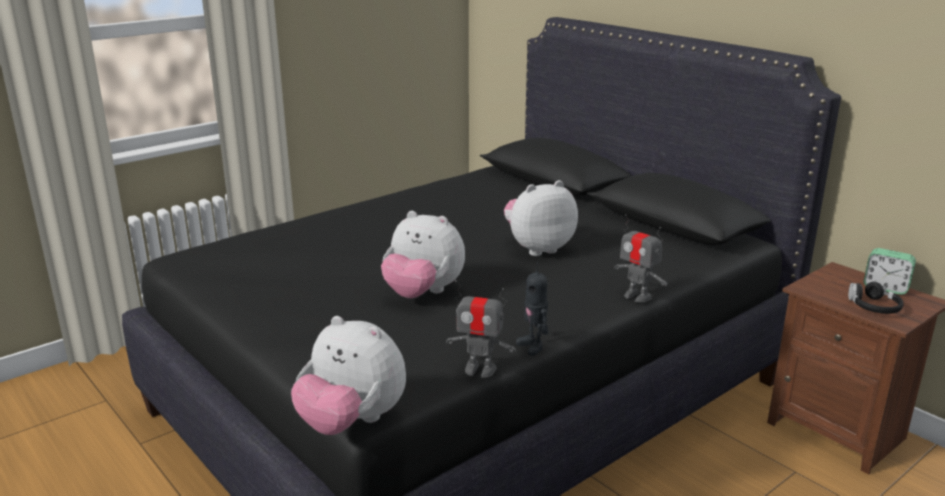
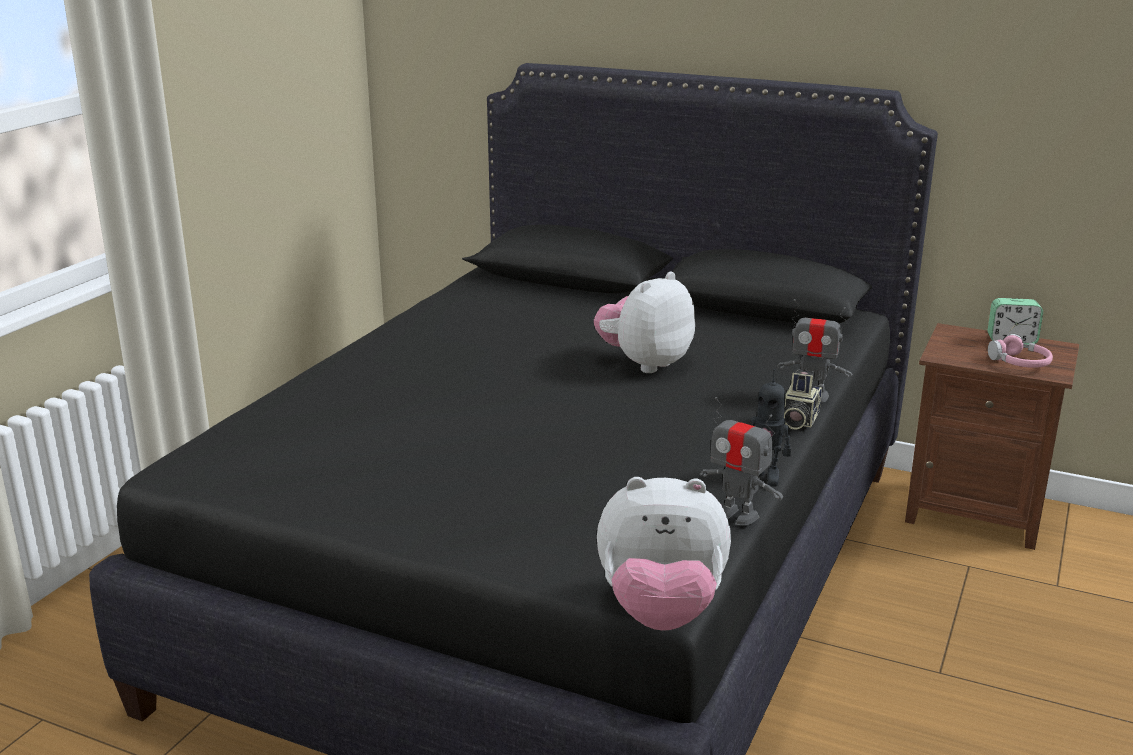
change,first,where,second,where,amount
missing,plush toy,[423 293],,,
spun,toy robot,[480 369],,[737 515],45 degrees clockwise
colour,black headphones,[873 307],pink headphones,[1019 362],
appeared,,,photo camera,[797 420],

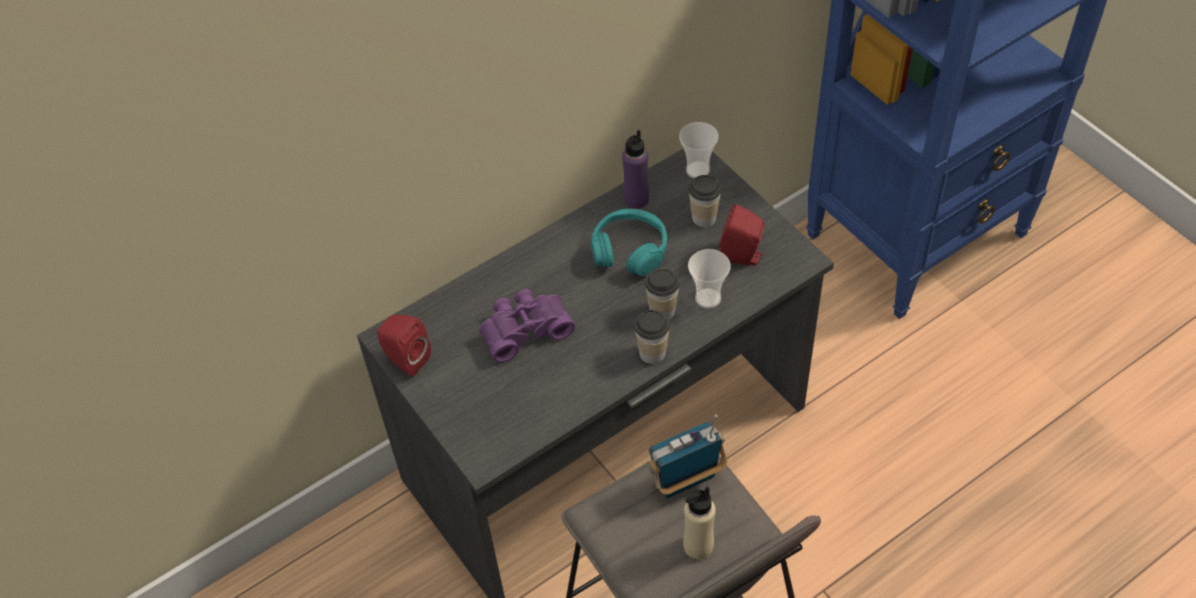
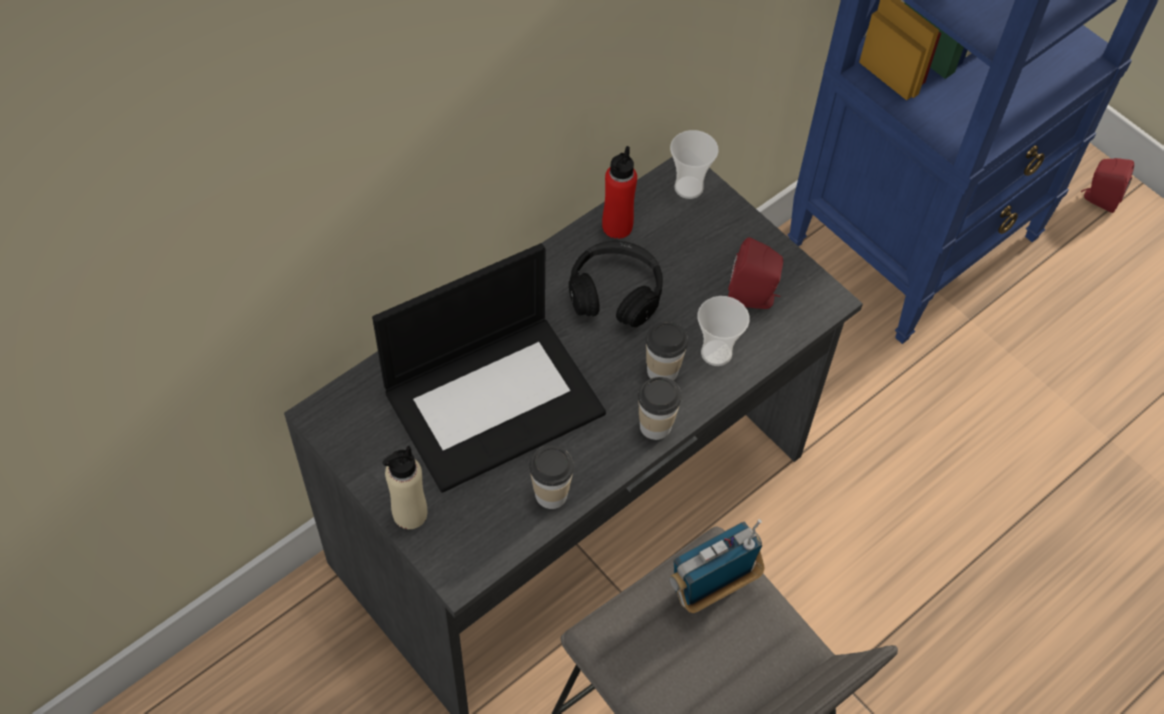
change,first,where,second,where,amount
colour,purple bottle,[636 199],red bottle,[617 226],
relocated,cup,[704 218],,[551 494],
colour,turquoise headphones,[630 250],black headphones,[615 292],
exchanged,purple binoculars,[524 329],laptop,[495 399],
relocated,red speaker,[405 359],,[1099 199],
relocated,beige bottle,[698 546],,[409 513],

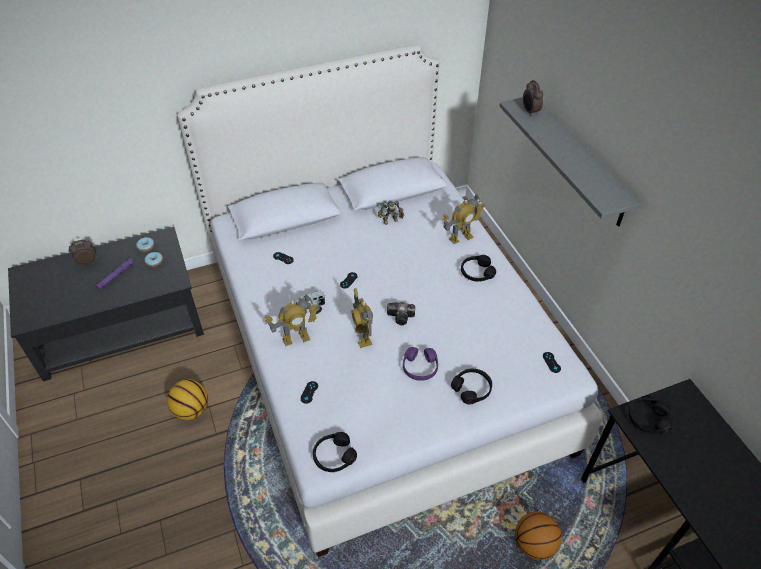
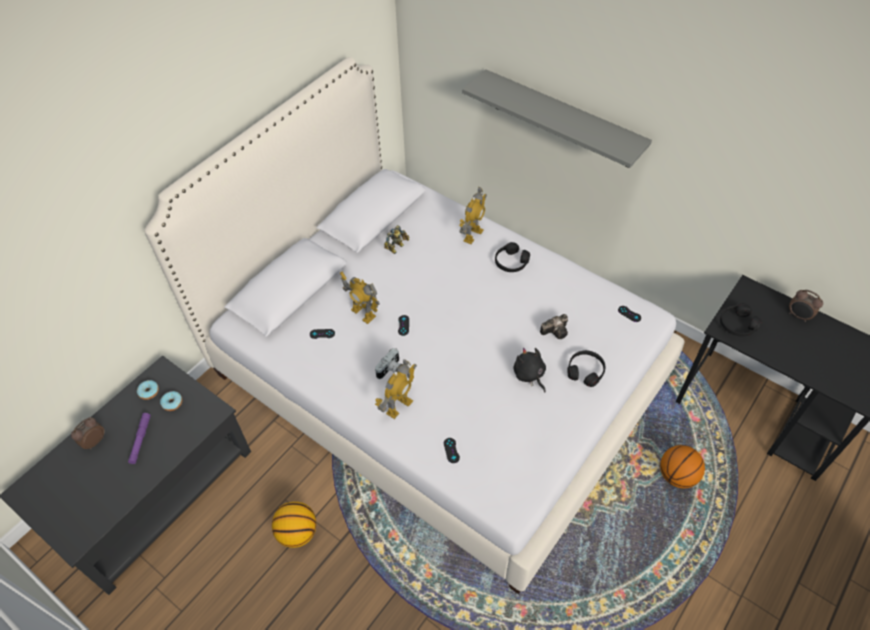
change,first,where,second,where,amount
relocated,alarm clock,[530 112],,[798 316],
relocated,toy robot,[362 336],,[363 313],
relocated,photo camera,[402 317],,[556 331],
exchanged,purple headphones,[420 367],black plush toy,[529 375],
missing,black headphones,[334 456],,,

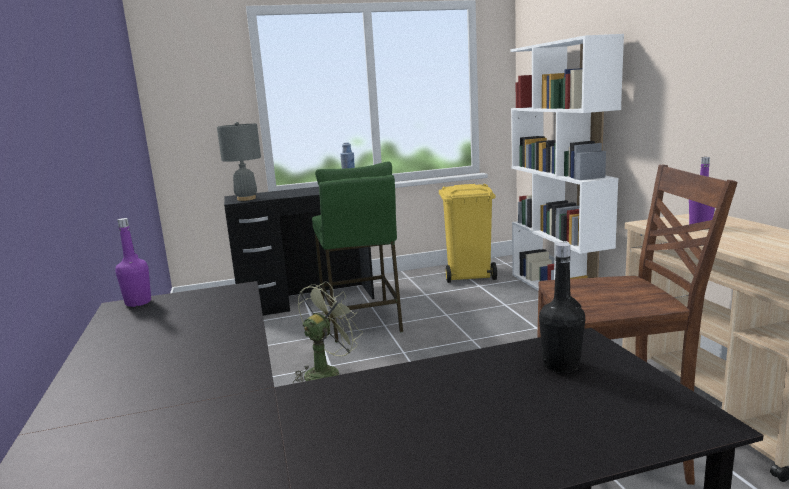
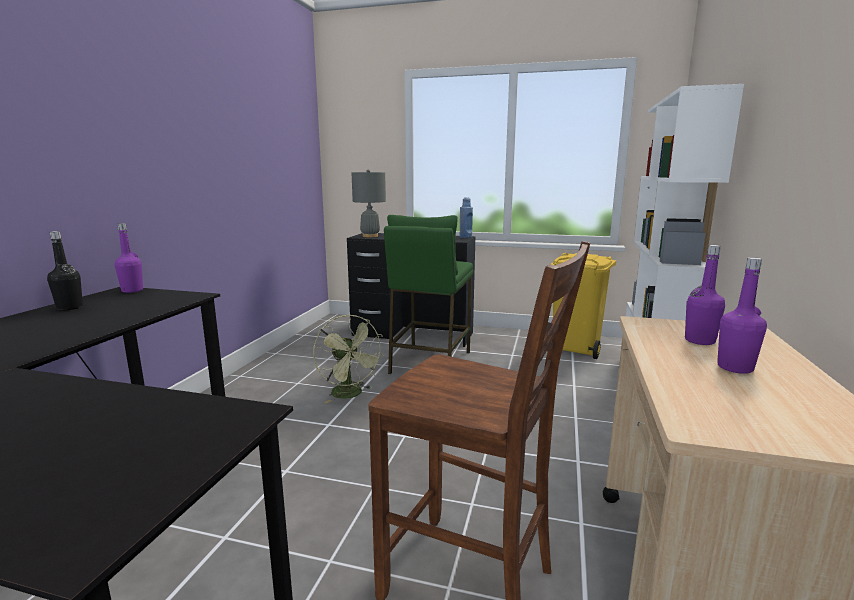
change,first,where,second,where,amount
relocated,black bottle,[561 365],,[70 307],
spun,green fan,[327 372],,[351 395],75 degrees clockwise
appeared,,,purple bottle,[735 368],

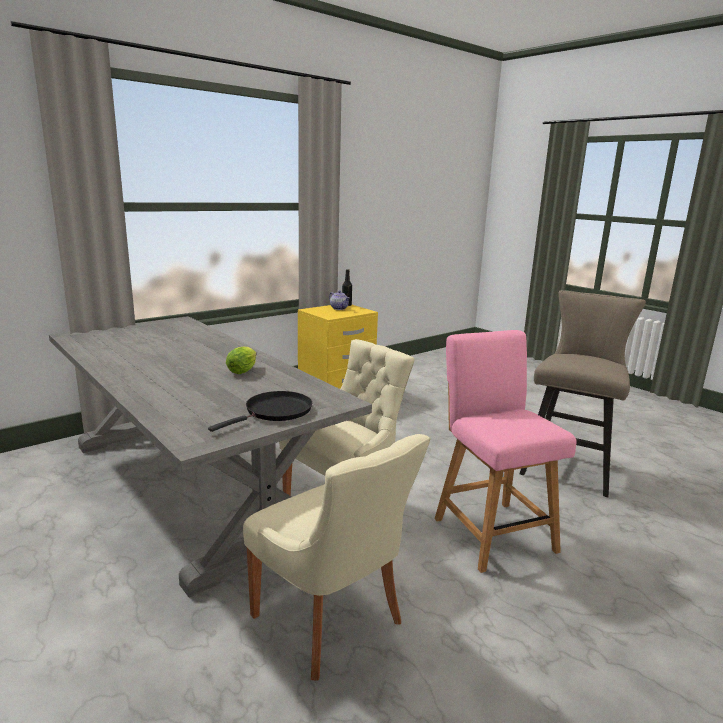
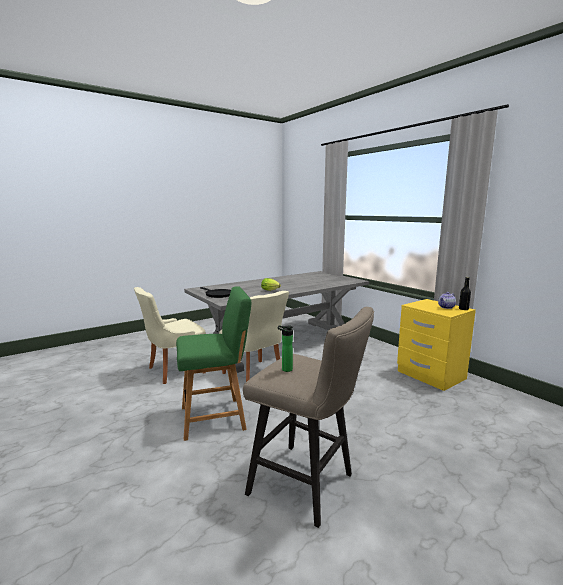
change,first,where,second,where,amount
colour,pink chair,[491 531],green chair,[216 417],
appeared,,,bottle,[285 369],

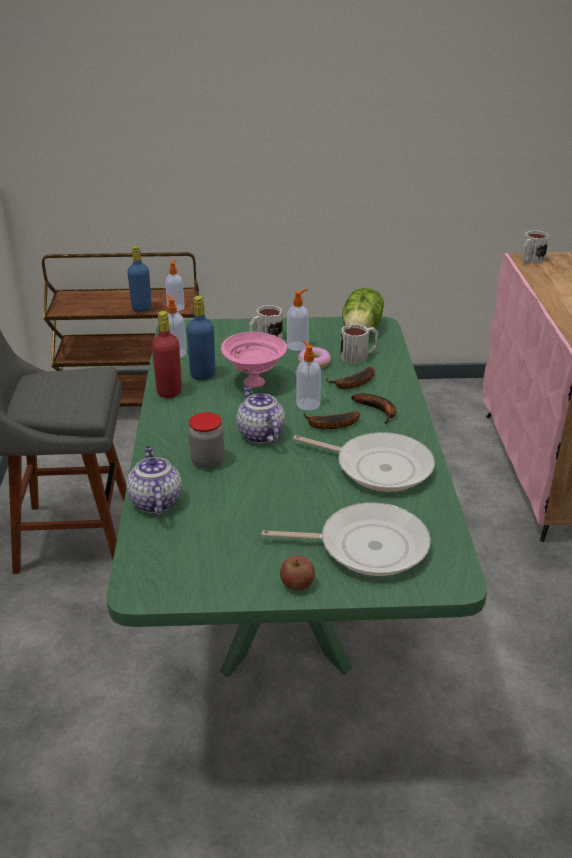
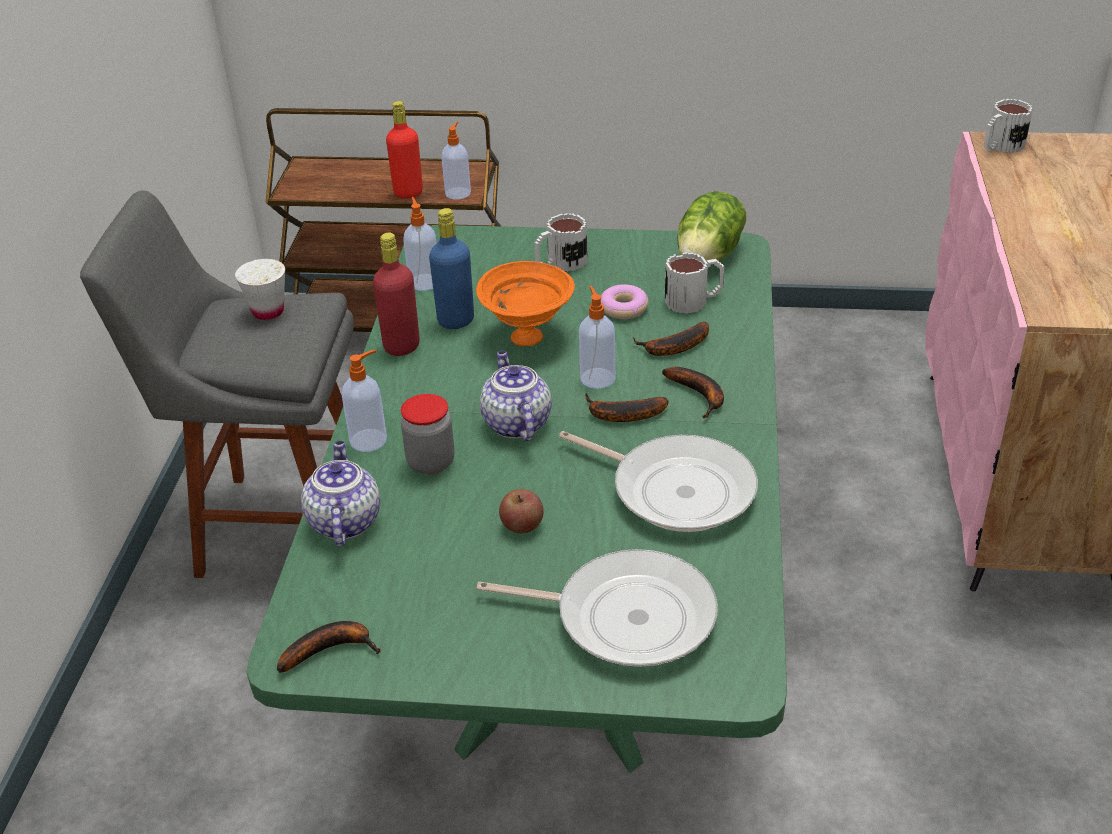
change,first,where,second,where,amount
colour,blue bottle,[142 308],red bottle,[408 193],
relocated,soap dispenser,[298 346],,[369 440],
colour,pink bowl,[254 382],orange bowl,[528 336],
relocated,apple,[297 584],,[522 525],
appeared,,,white cup,[268 311],
appeared,,,banana,[331 649],

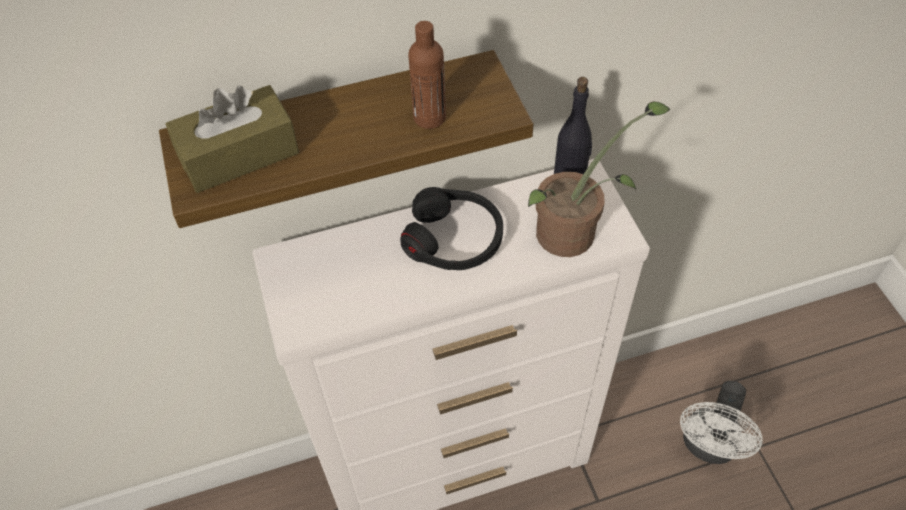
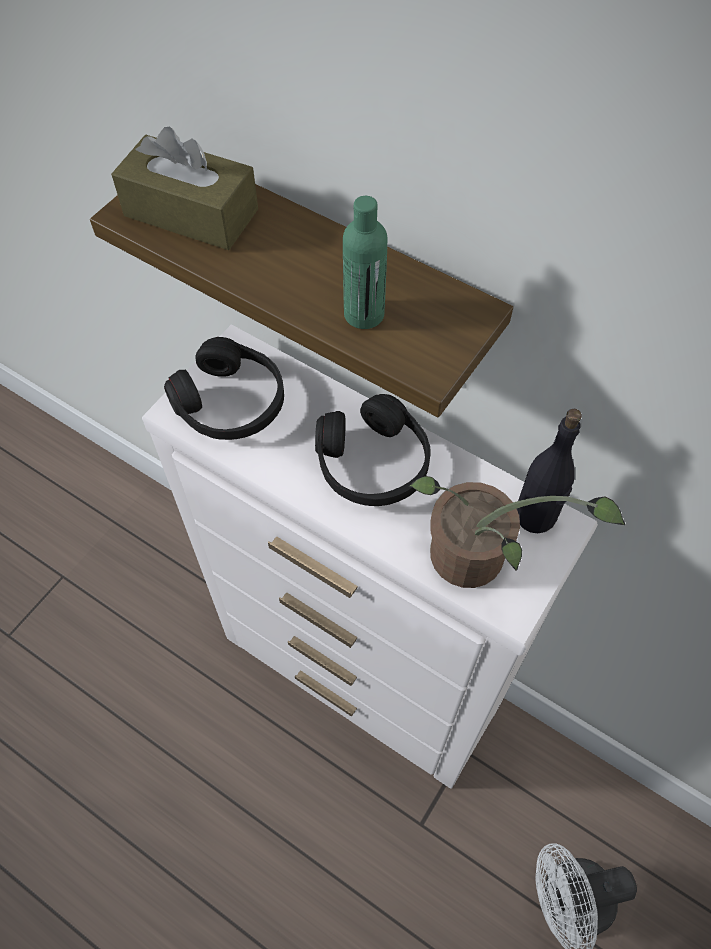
change,first,where,second,where,amount
colour,brown bottle,[429 117],green bottle,[364 314],
appeared,,,black headphones,[230 402],

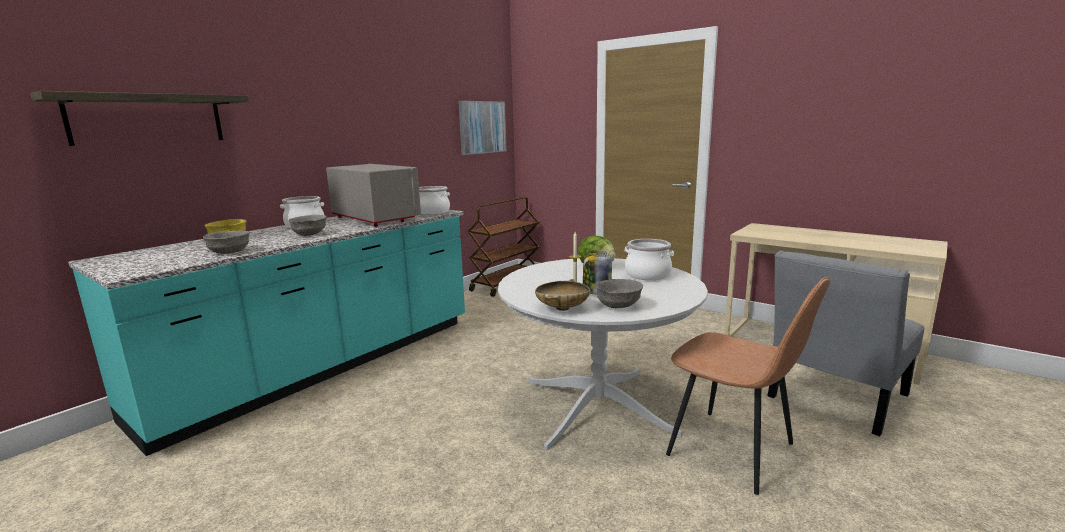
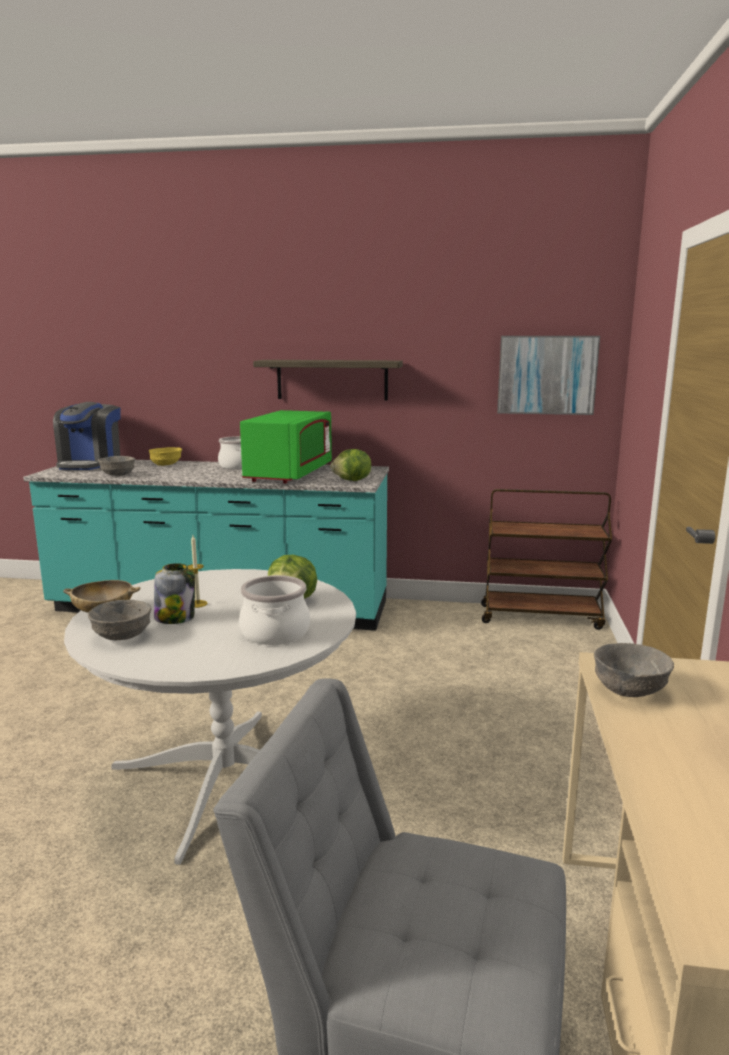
change,first,where,second,where,amount
relocated,shelf,[148 119],,[332 379],
colour,grey microwave,[375 219],green microwave,[289 474],
exchanged,cooking pot,[433 212],lettuce,[352 481],
relocated,grey bowl,[310 234],,[629 690],
missing,brown chair,[733 451],,,
appeared,,,coffee machine,[90 465],

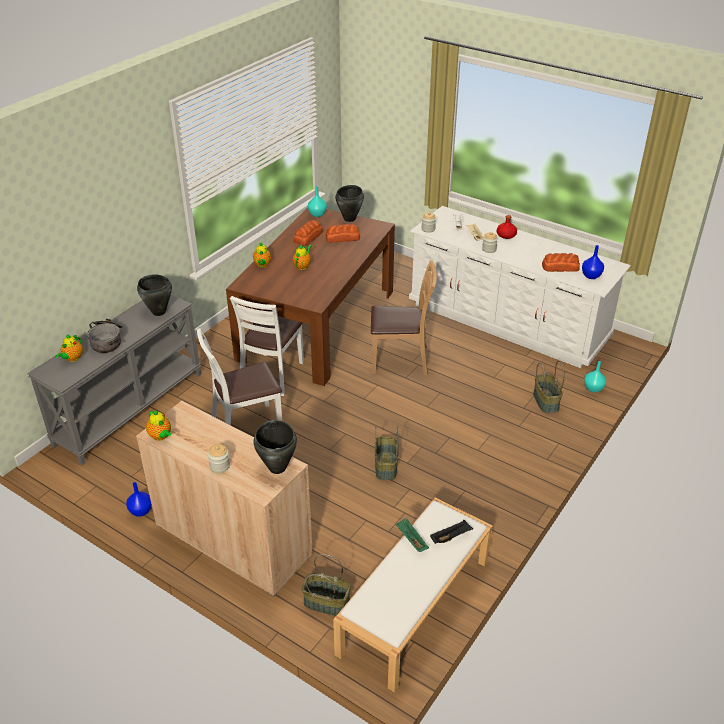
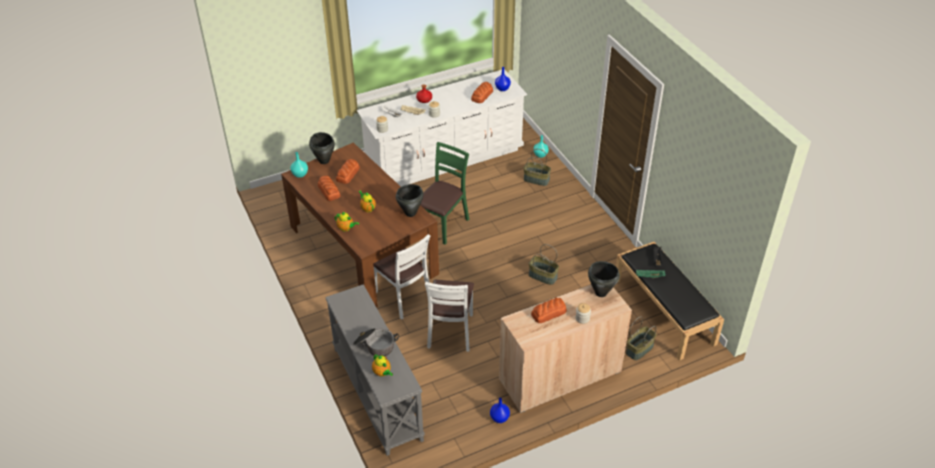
change,first,where,second,where,amount
colour,brown chair,[400 360],green chair,[442 225],
relocated,black cooking pot,[158 312],,[411 213],
missing,teapot,[161 436],,,
colour,white bench,[414 607],black bench,[664 311],
appeared,,,bread,[549 313],

